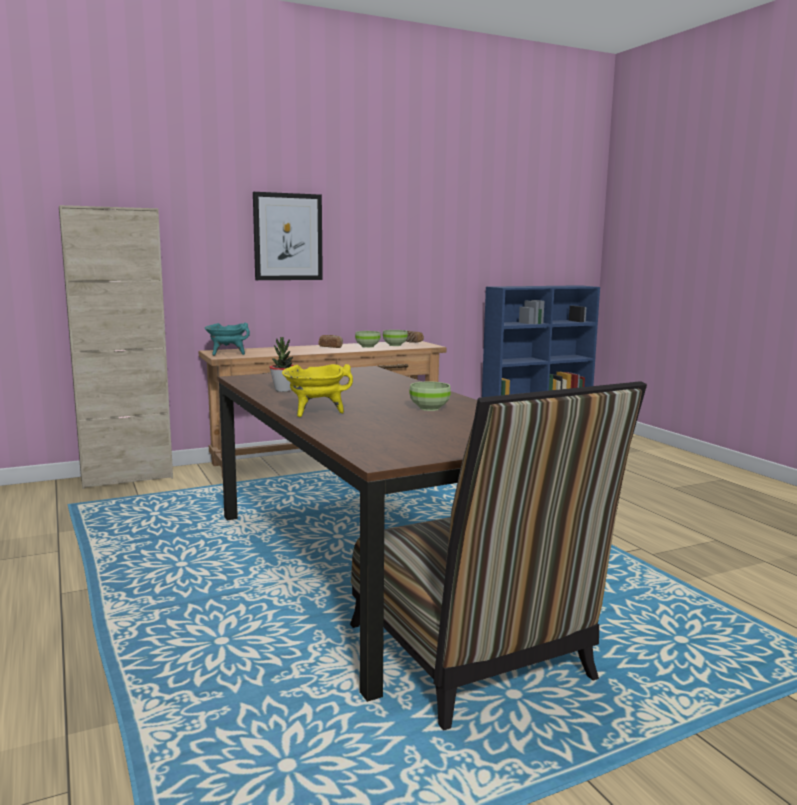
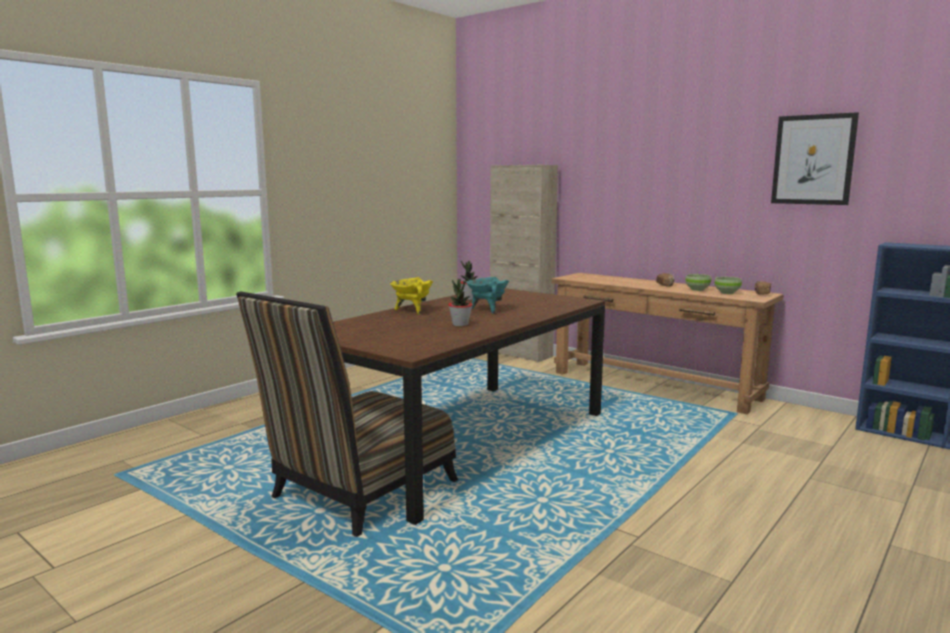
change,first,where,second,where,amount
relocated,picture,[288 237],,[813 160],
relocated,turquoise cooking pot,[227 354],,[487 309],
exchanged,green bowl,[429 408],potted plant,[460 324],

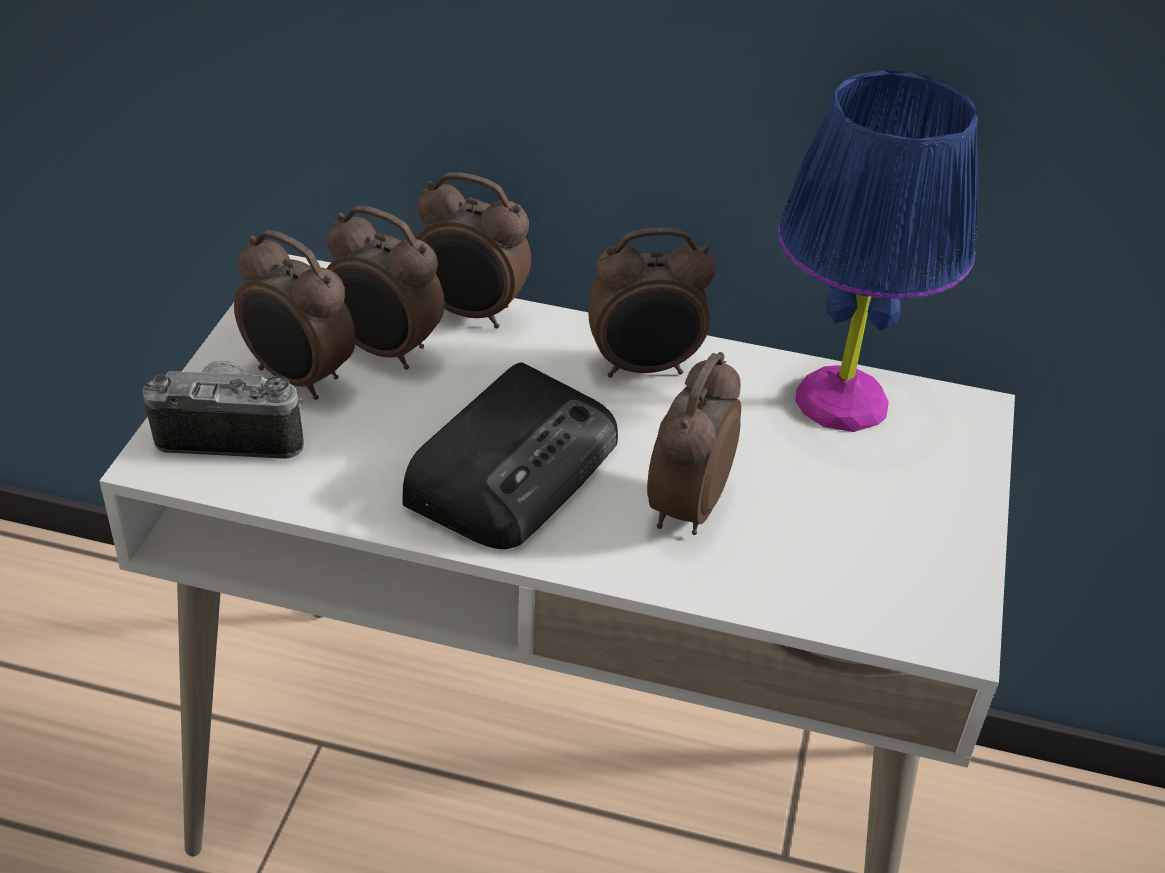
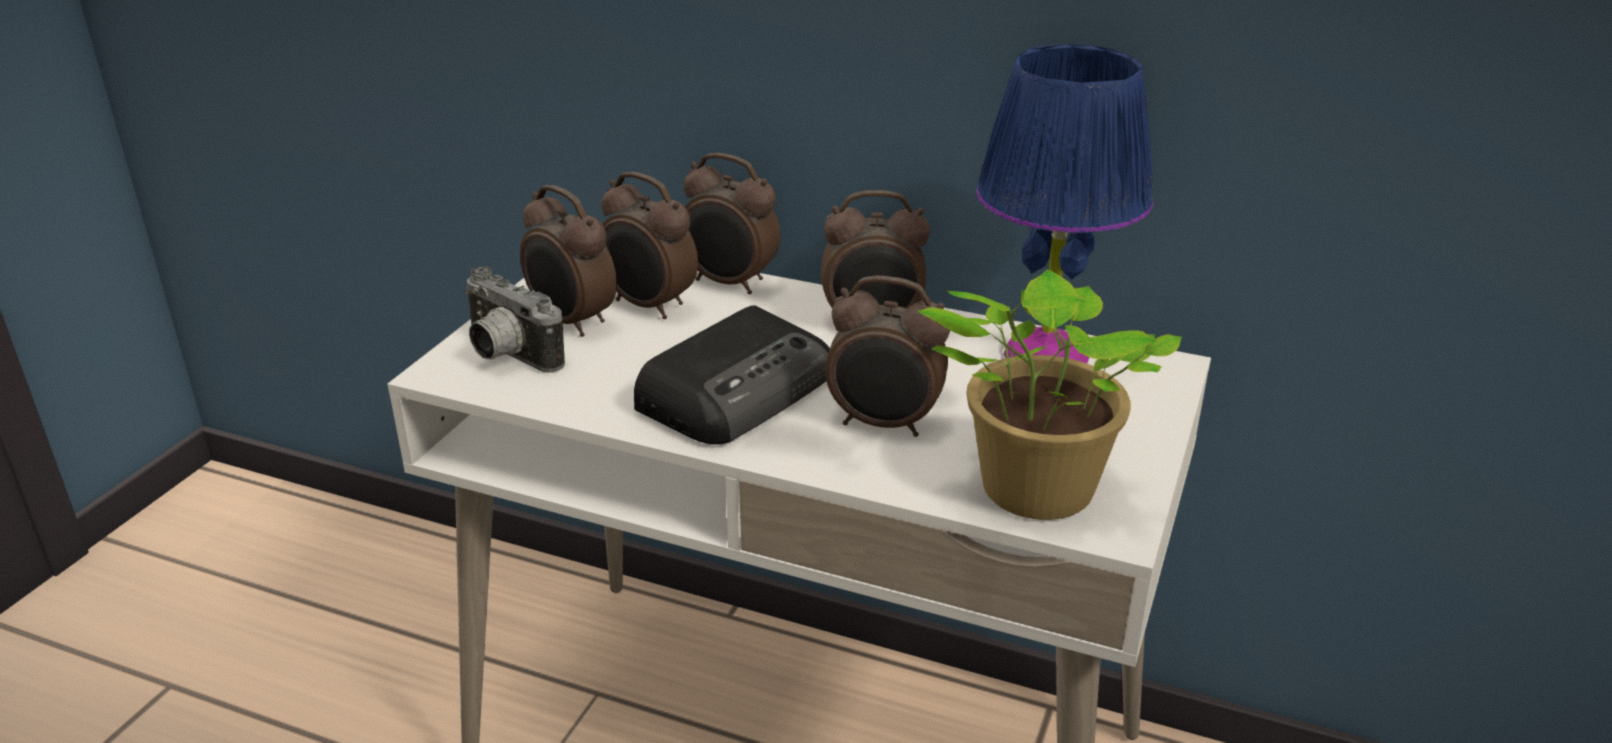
change,first,where,second,where,amount
spun,alarm clock,[685 508],,[884 424],105 degrees counterclockwise
spun,photo camera,[232 433],,[506 356],150 degrees counterclockwise
appeared,,,potted plant,[1030 492],

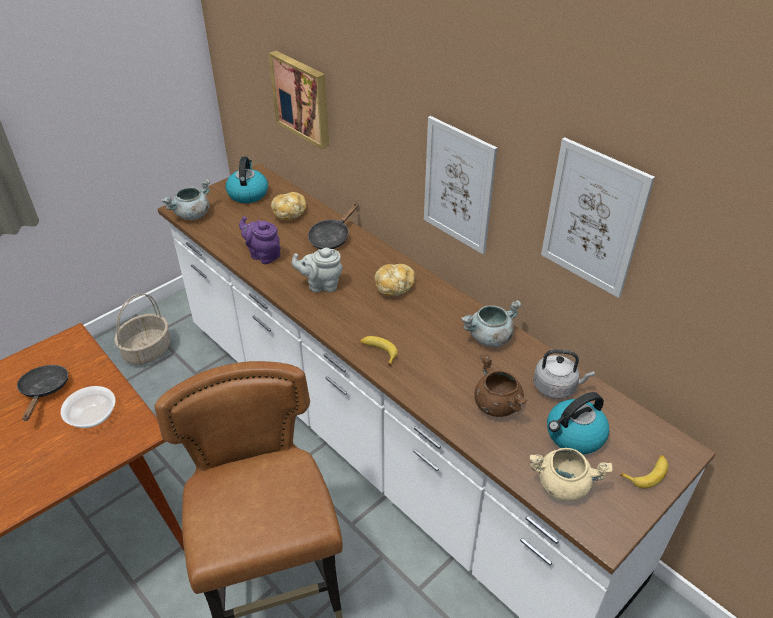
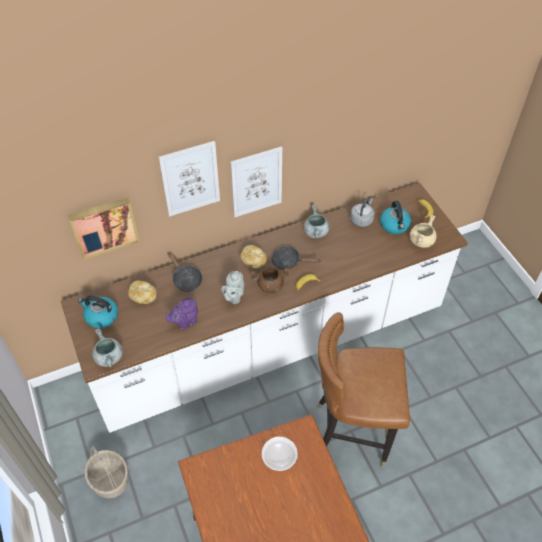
change,first,where,second,where,amount
relocated,picture,[593 218],,[190 179],
relocated,brown cooking pot,[496 404],,[270 285],
relocated,black frying pan,[44 391],,[289 261],

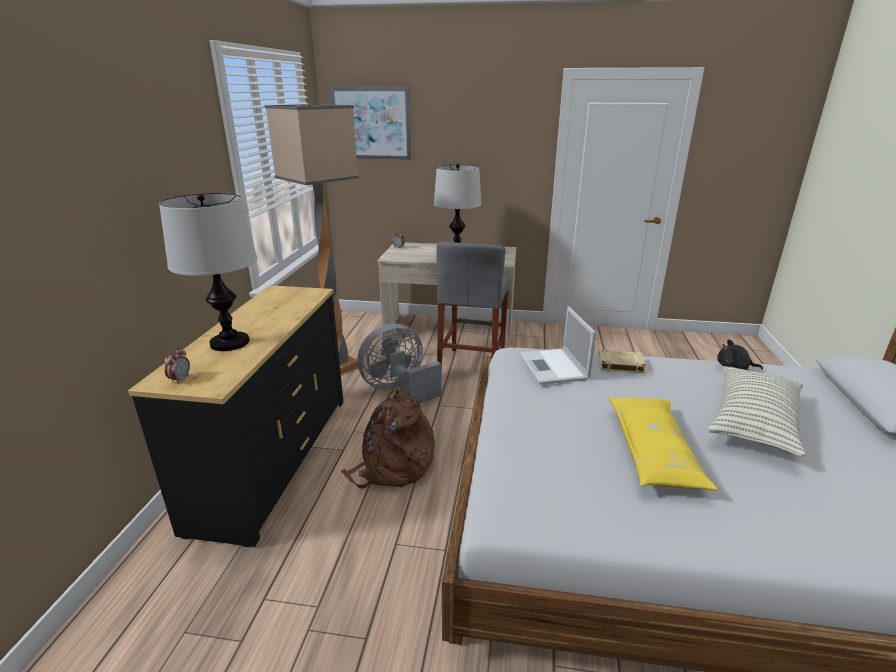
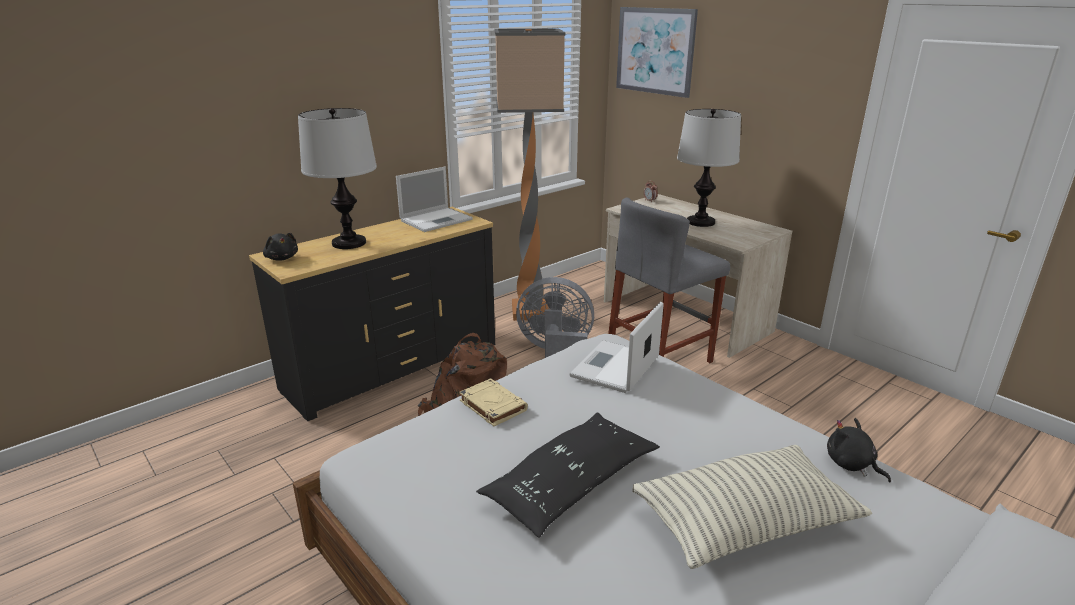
change,first,where,second,where,amount
exchanged,alarm clock,[180 379],black plush toy,[282 258],
relocated,beige book,[620 364],,[492 405],
colour,yellow pillow,[653 452],black pillow,[571 484],
appeared,,,laptop,[437 220],

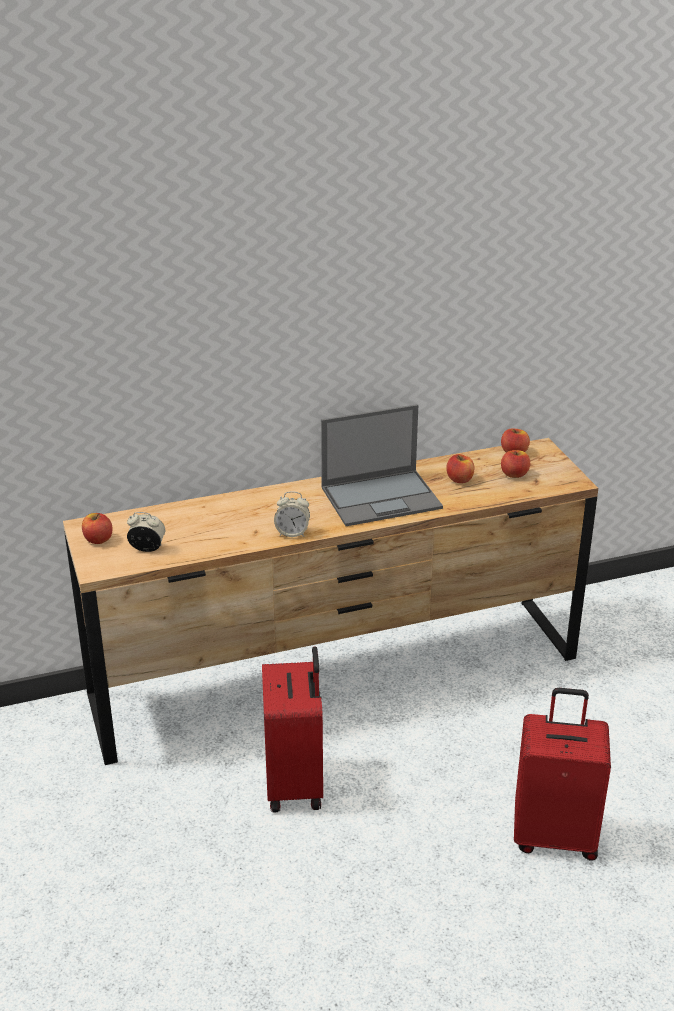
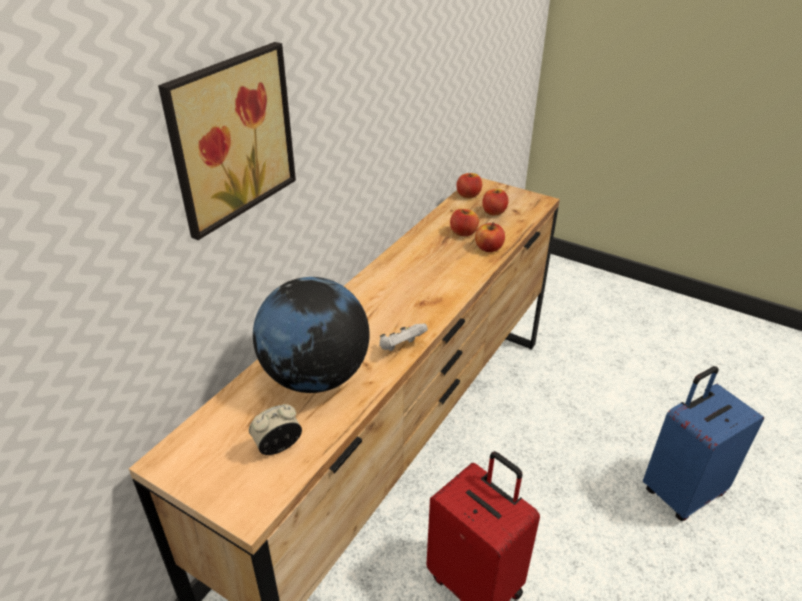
change,first,where,second,where,amount
missing,laptop,[382 497],,,
exchanged,alarm clock,[292 533],white game controller,[401 347],
relocated,apple,[98 539],,[489 248],
colour,red suitcase,[555 835],blue suitcase,[681 491],
appeared,,,picture,[228 137],
appeared,,,globe,[315 376],

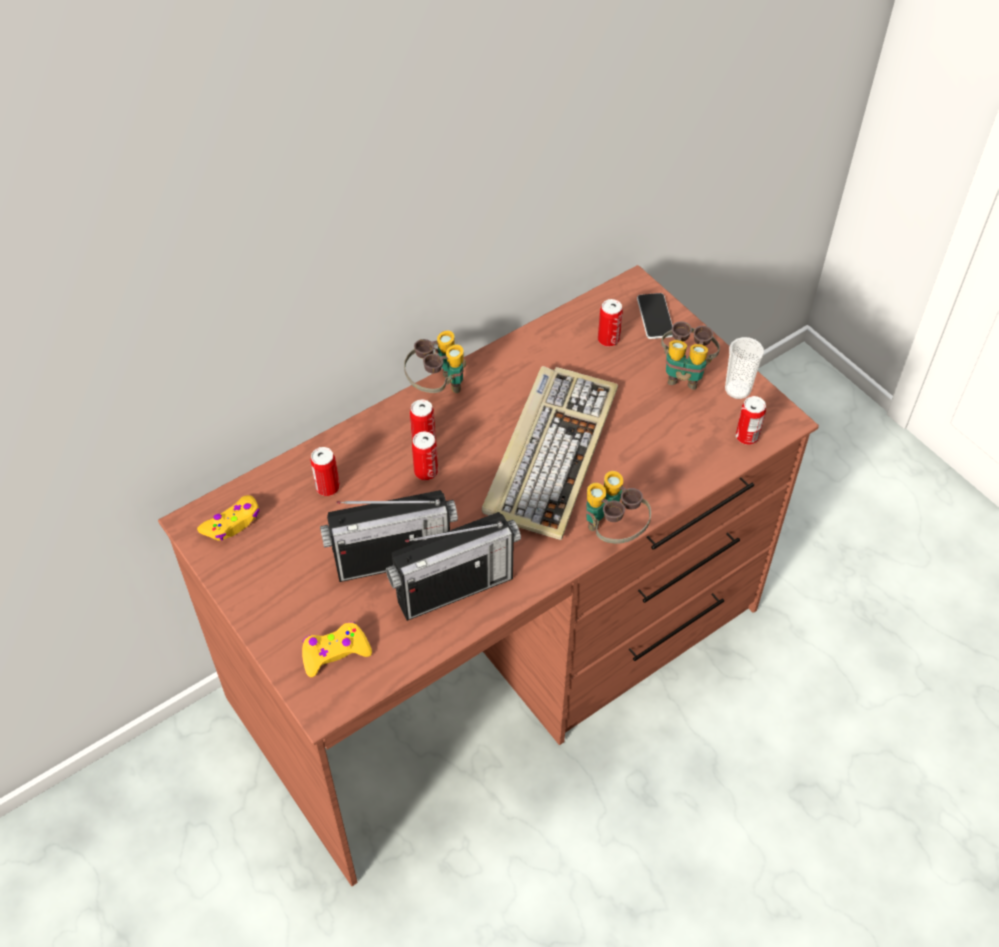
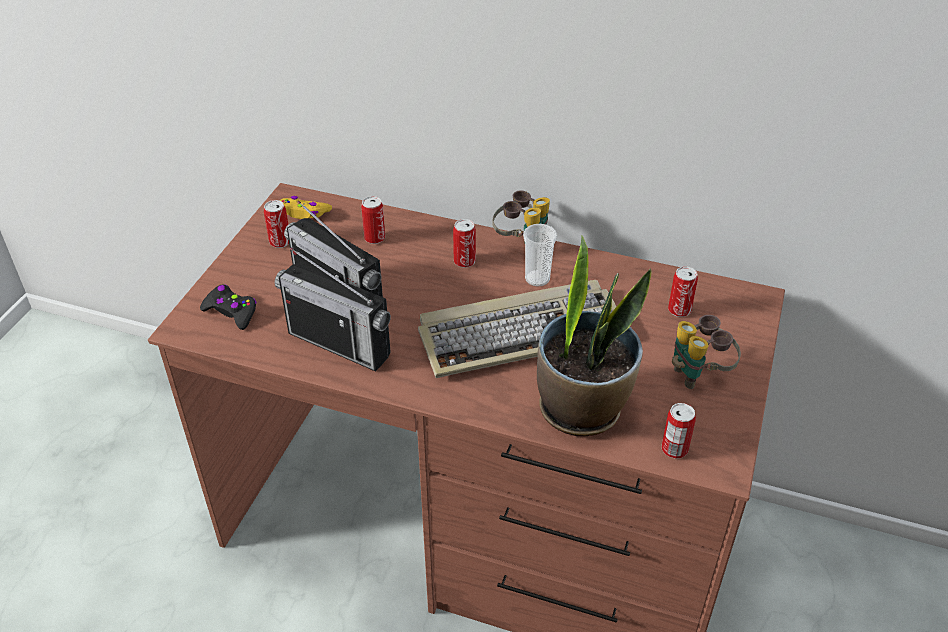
change,first,where,second,where,amount
missing,phone,[655 317],,,
relocated,cup,[737 389],,[537 278],
relocated,can,[426 472],,[280 242],
missing,binoculars,[612 532],,,
colour,yellow game controller,[335 653],black game controller,[231 312],
appeared,,,potted plant,[582 408],

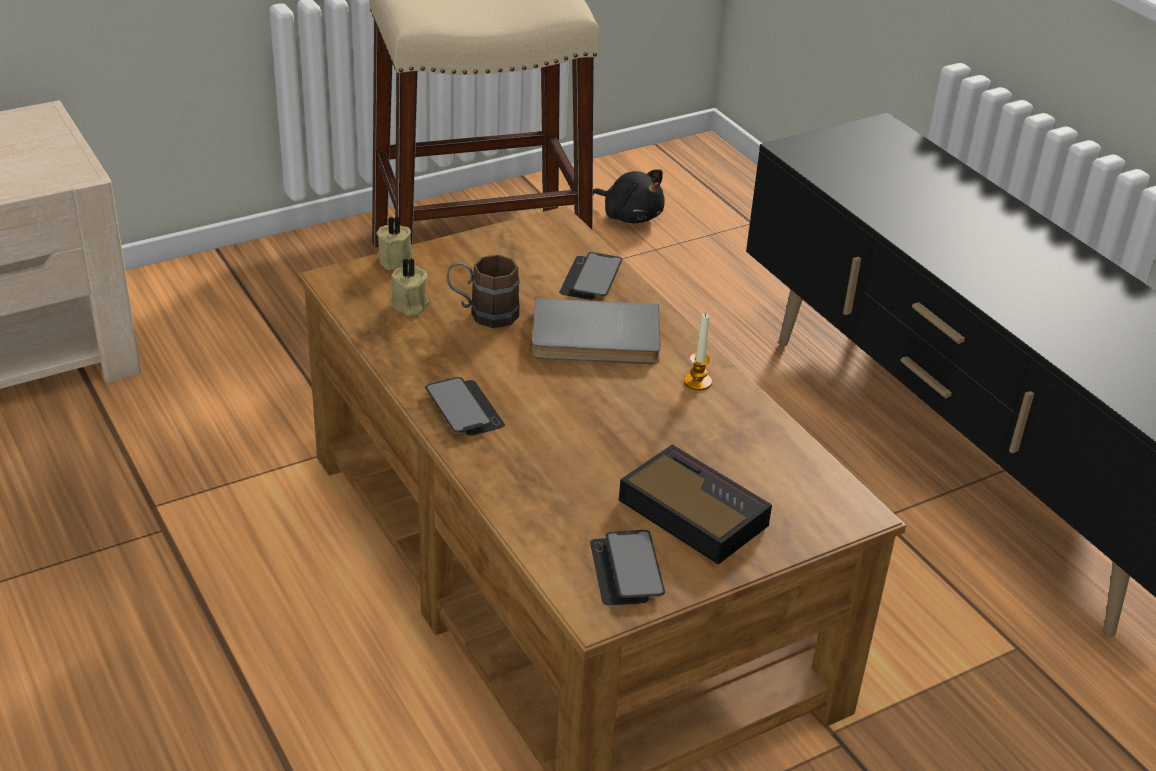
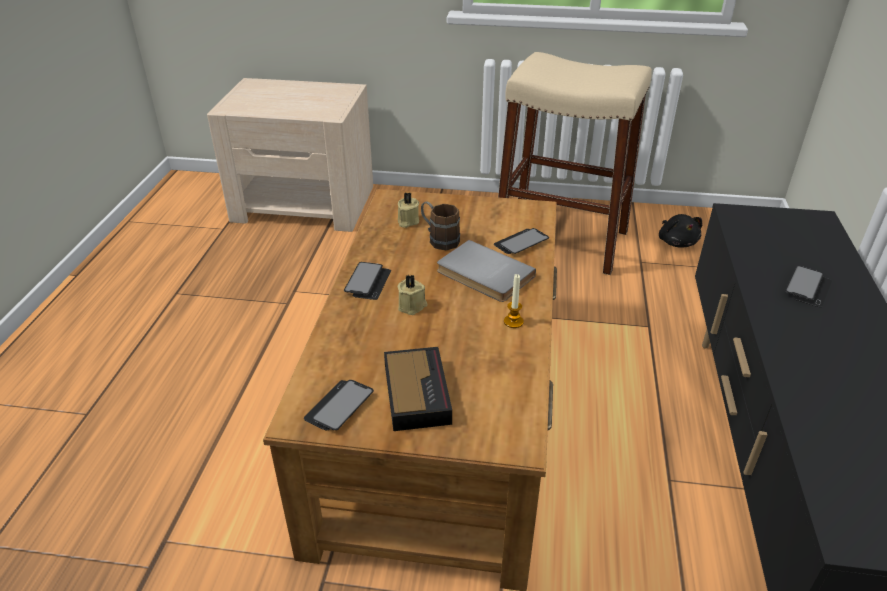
change,first,where,second,where,amount
relocated,beige candle,[397 260],,[412 306],
appeared,,,phone,[807 288],

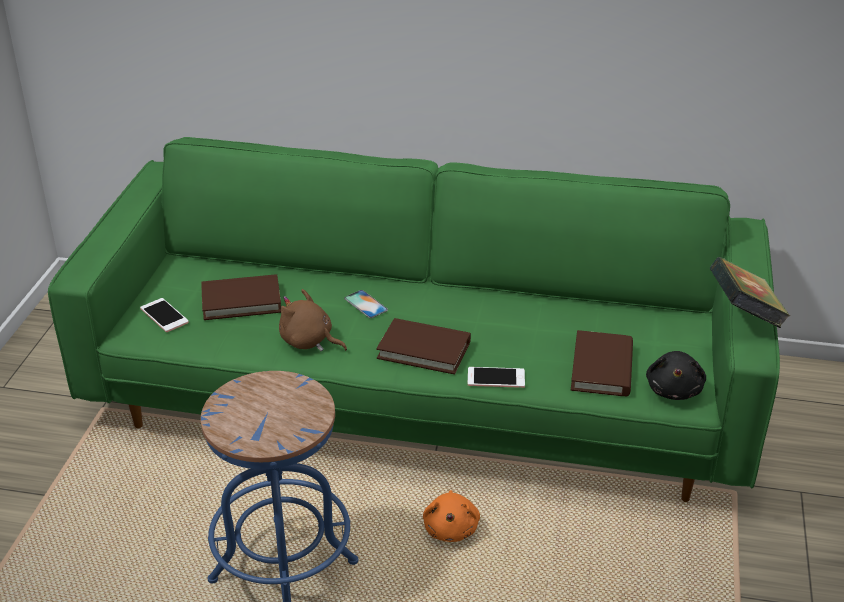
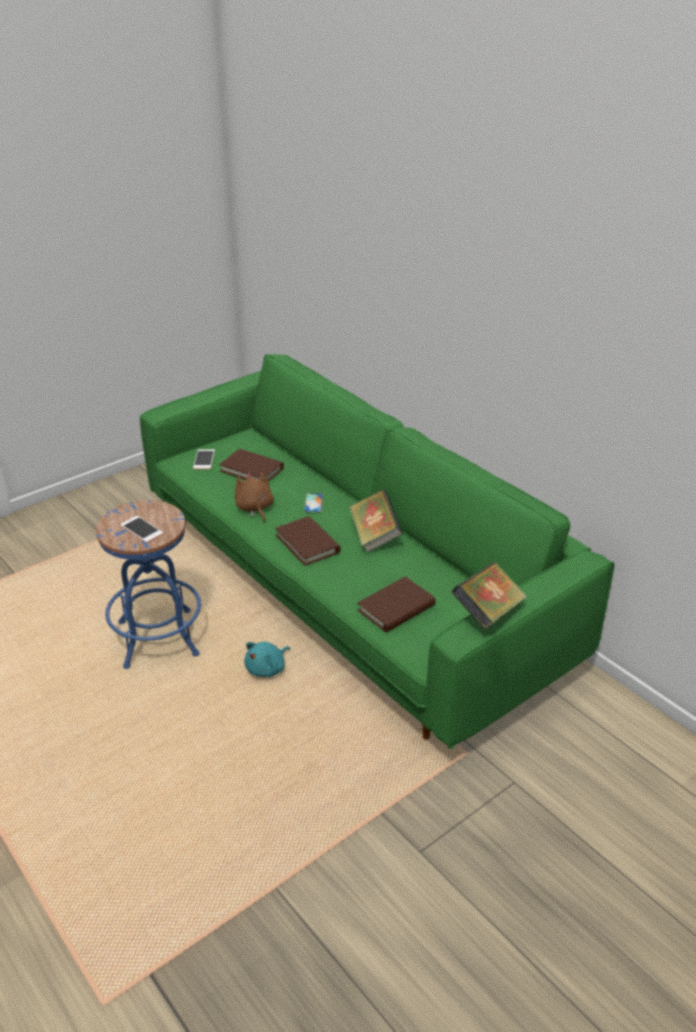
change,first,where,second,where,amount
missing,black plush toy,[674 389],,,
relocated,phone,[496 378],,[141 530],
colour,orange plush toy,[451 528],turquoise plush toy,[267 668],
appeared,,,book,[374 536],

